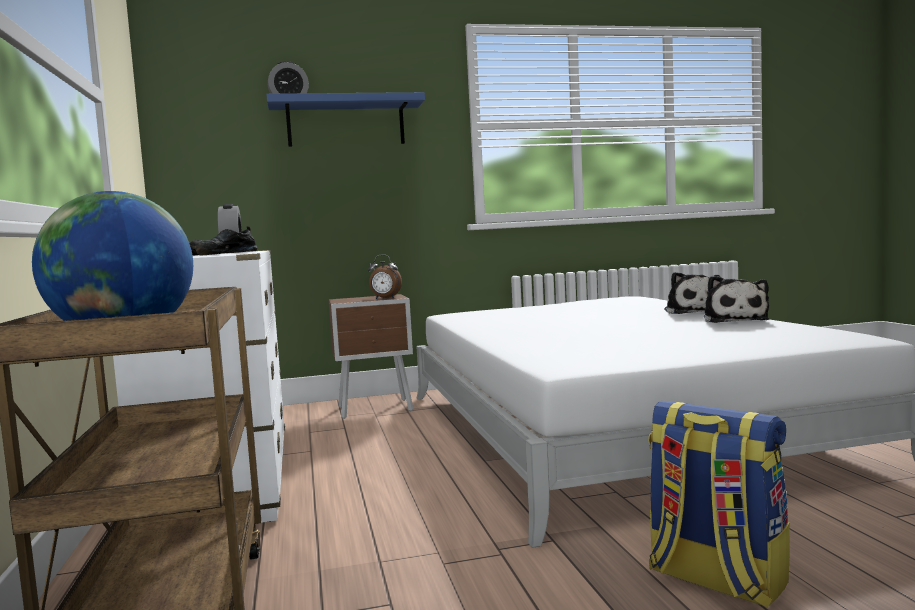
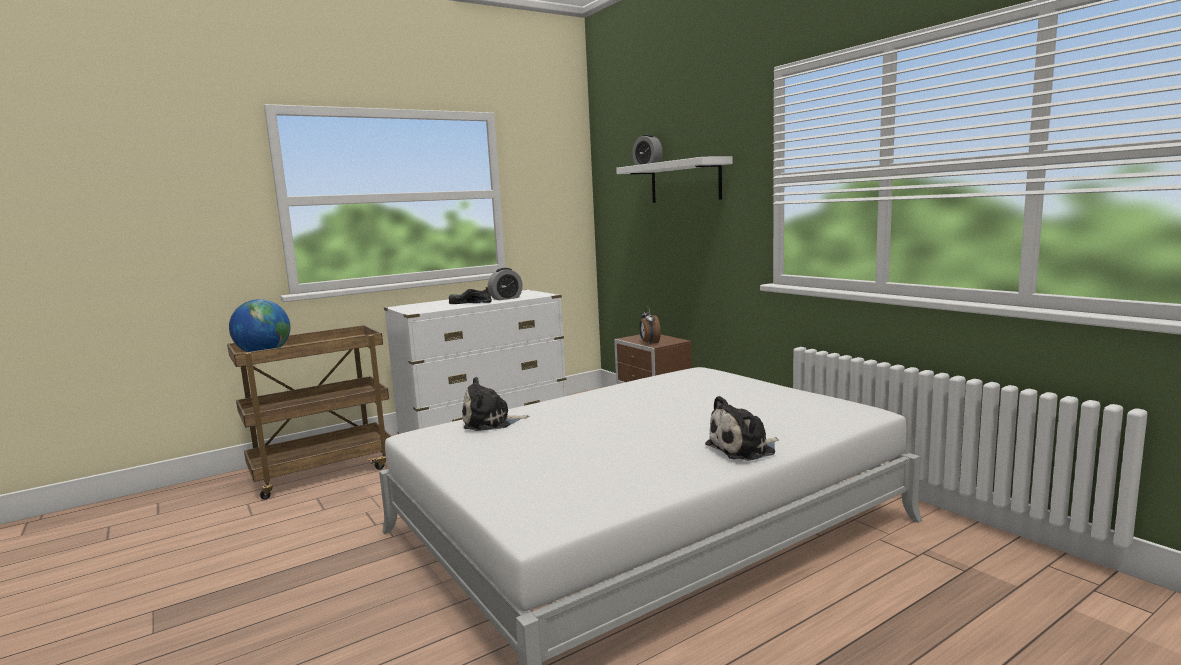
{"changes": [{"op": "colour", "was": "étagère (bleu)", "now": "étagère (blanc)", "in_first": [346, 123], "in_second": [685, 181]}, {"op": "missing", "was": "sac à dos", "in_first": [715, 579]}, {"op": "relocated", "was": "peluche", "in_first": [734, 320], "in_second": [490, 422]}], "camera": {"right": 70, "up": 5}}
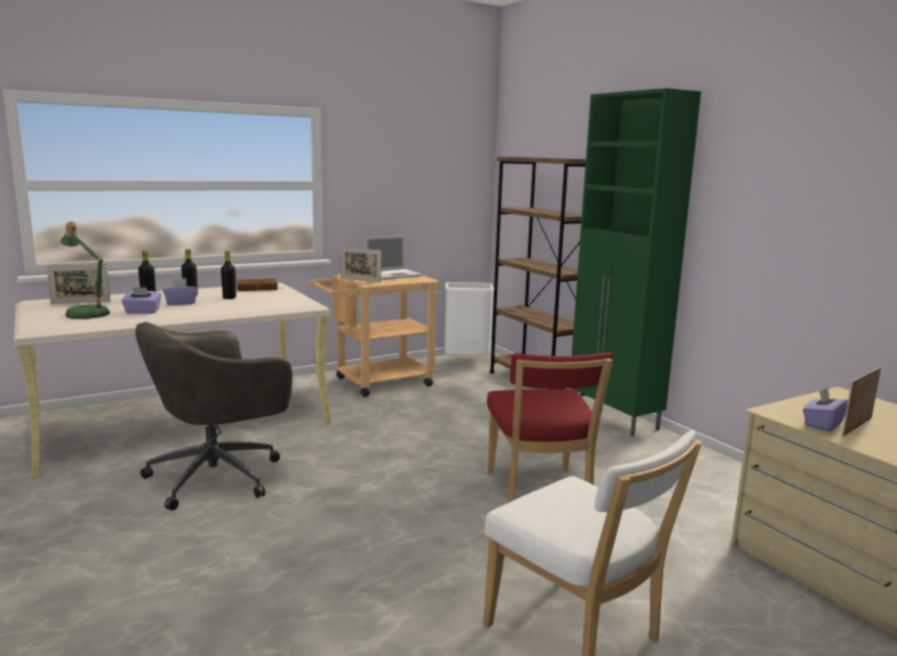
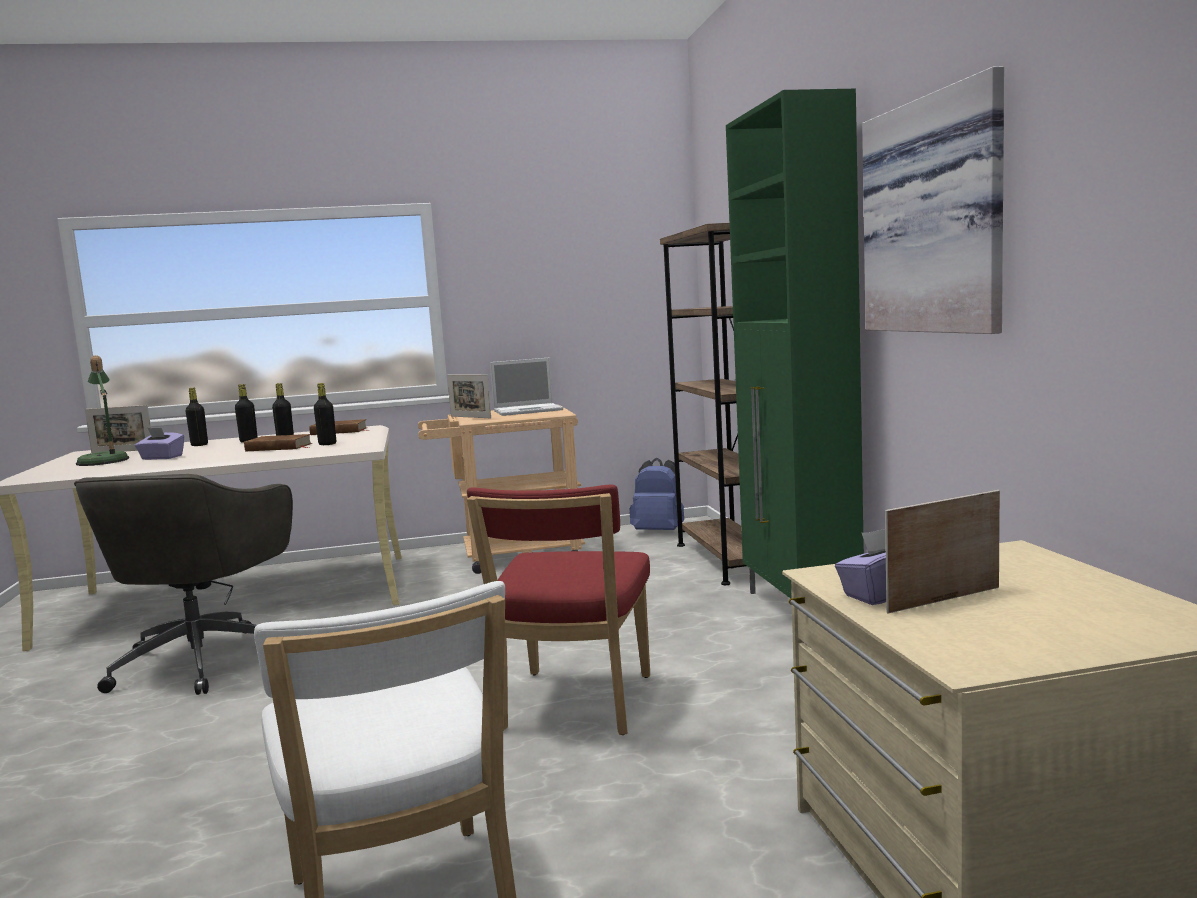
{"changes": [{"op": "spun", "was": "chaise de bureau (gris)", "in_first": [219, 476], "in_second": [203, 660], "clockwise": -60}, {"op": "missing", "was": "boîte à mouchoirs (violet)", "in_first": [180, 303]}, {"op": "exchanged", "was": "poubelle (blanc)", "now": "sac à dos (bleu)", "in_first": [466, 361], "in_second": [659, 532]}, {"op": "appeared", "now": "livre (marron)", "in_second": [279, 447]}, {"op": "appeared", "now": "bouteille (noir)", "in_second": [327, 444]}, {"op": "appeared", "now": "tableau", "in_second": [937, 216]}], "camera": {"right": 20, "up": -5}}
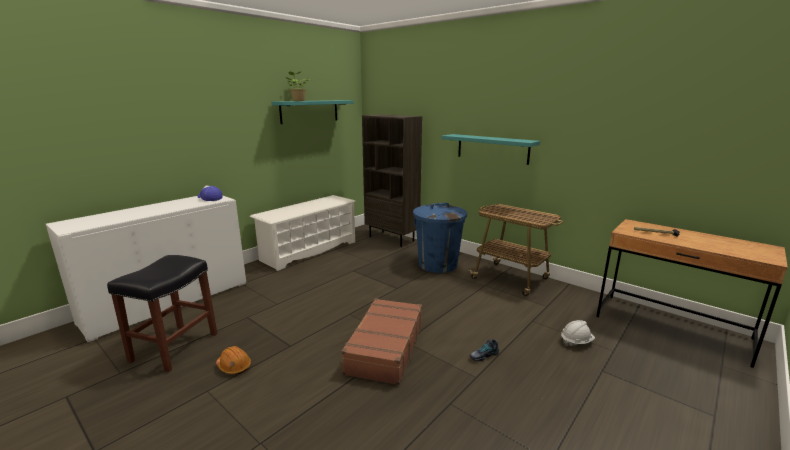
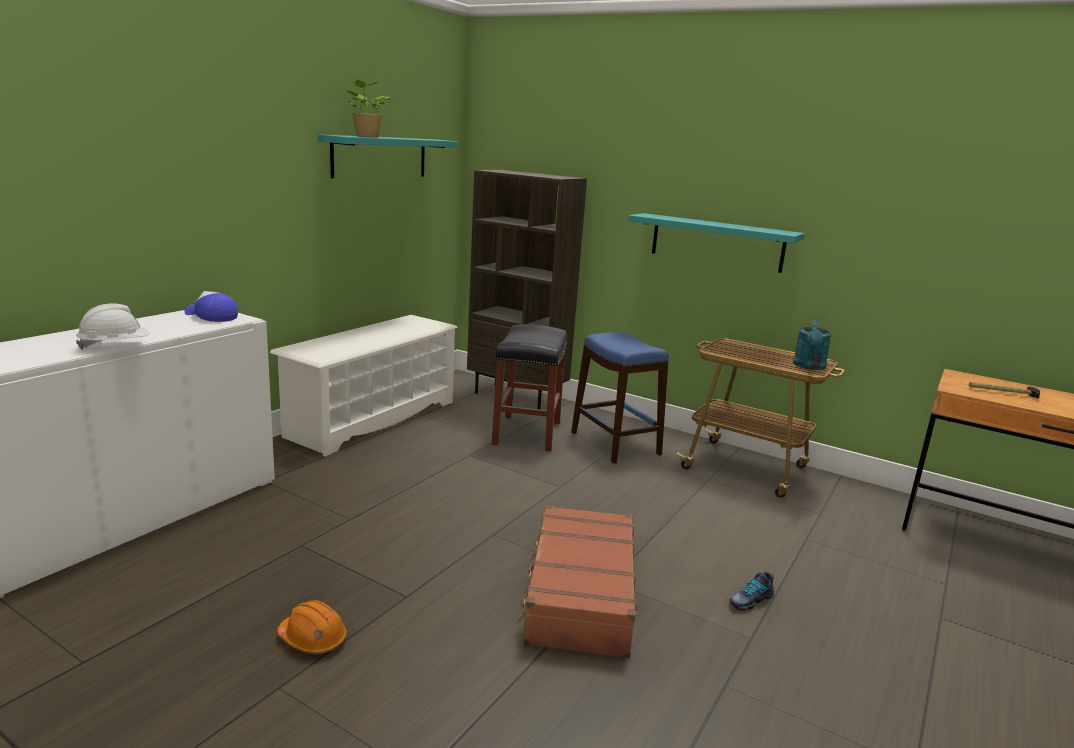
{"changes": [{"op": "relocated", "was": "tabouret (noir)", "in_first": [174, 348], "in_second": [527, 433]}, {"op": "exchanged", "was": "poubelle (bleu)", "now": "tabouret (bleu)", "in_first": [437, 264], "in_second": [615, 443]}, {"op": "relocated", "was": "casque de chantier (blanc)", "in_first": [576, 341], "in_second": [115, 346]}, {"op": "appeared", "now": "arrosoir (turquoise)", "in_second": [809, 366]}], "camera": {"right": -10, "up": 0}}
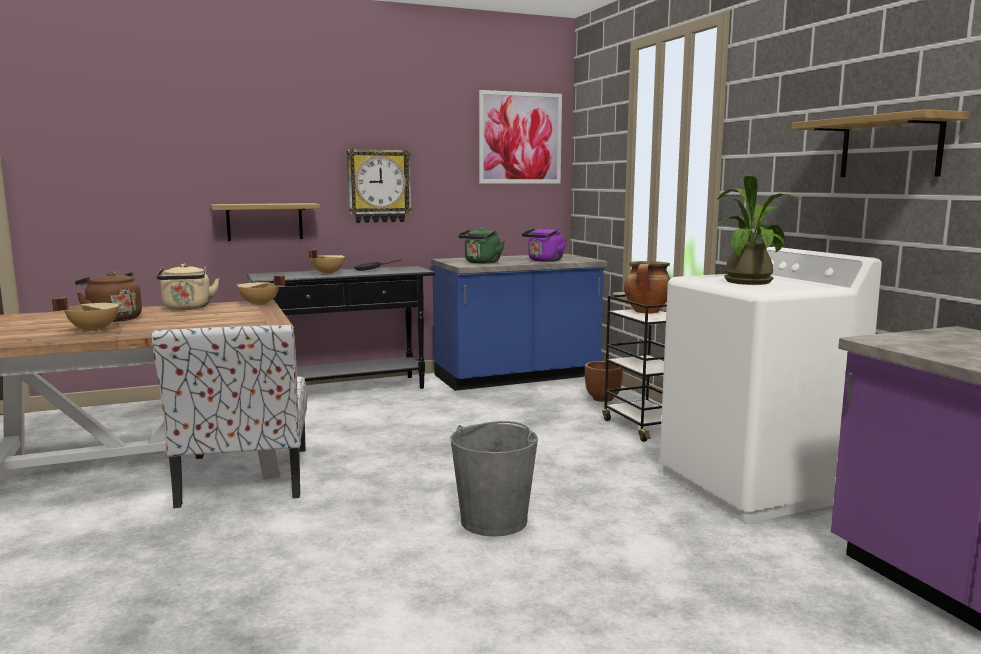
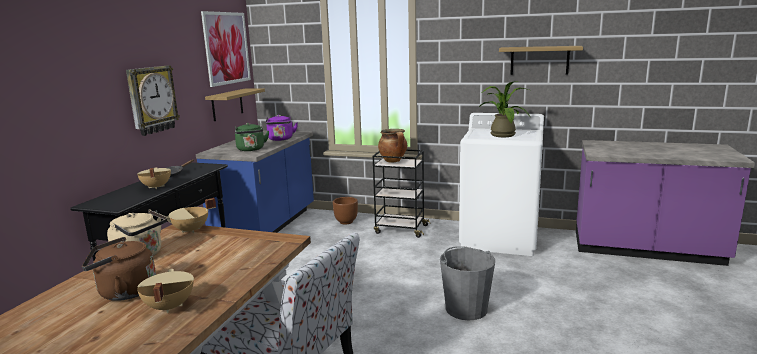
{"changes": [{"op": "relocated", "was": "étagère", "in_first": [264, 221], "in_second": [227, 104]}], "camera": {"right": -50, "up": 5}}
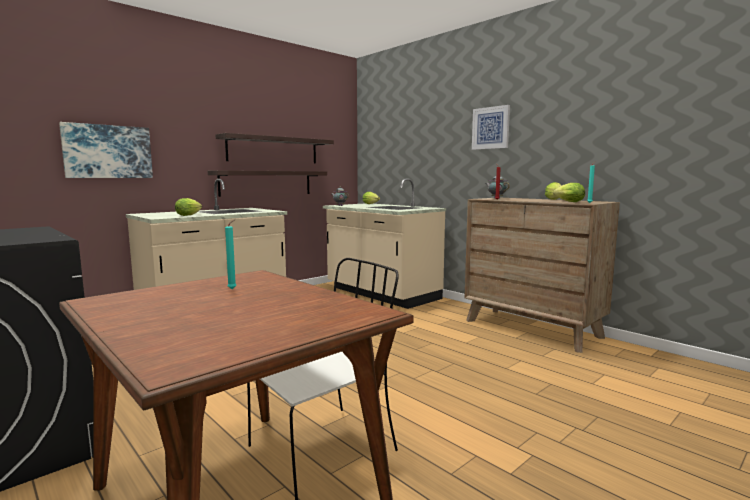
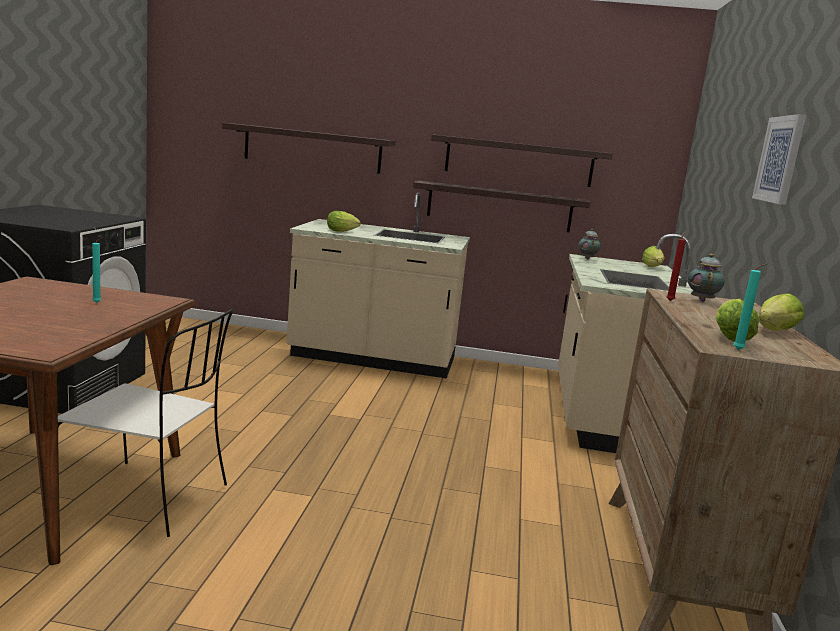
{"changes": [{"op": "exchanged", "was": "tableau", "now": "étagère", "in_first": [108, 151], "in_second": [312, 149]}], "camera": {"right": 50, "up": 5}}
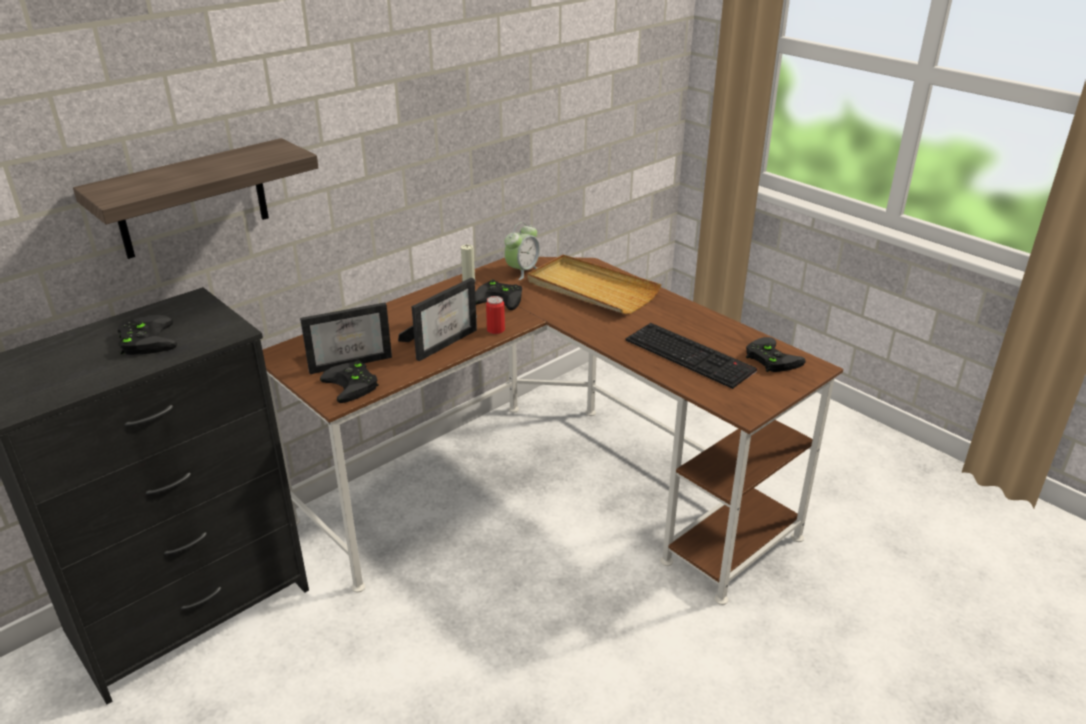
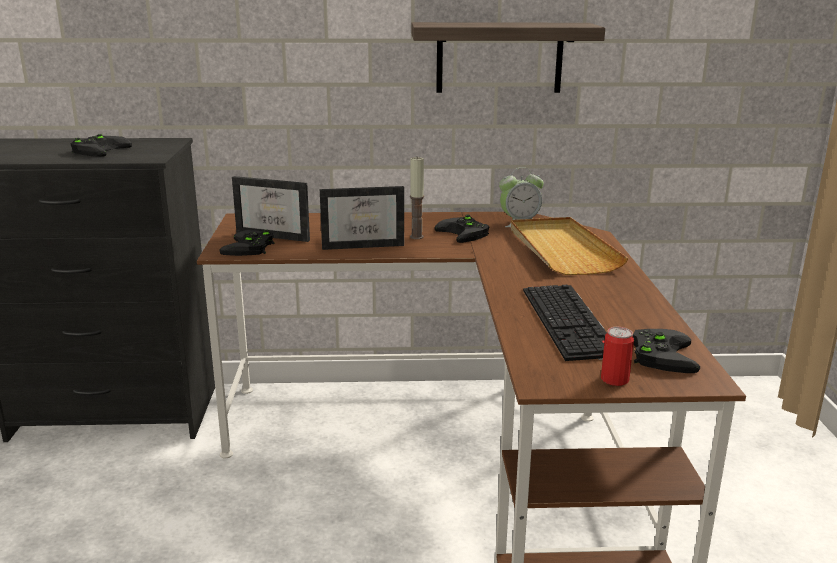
{"changes": [{"op": "relocated", "was": "étagère", "in_first": [192, 199], "in_second": [499, 57]}, {"op": "relocated", "was": "boîte métallique", "in_first": [495, 330], "in_second": [614, 379]}], "camera": {"right": 40, "up": -10}}
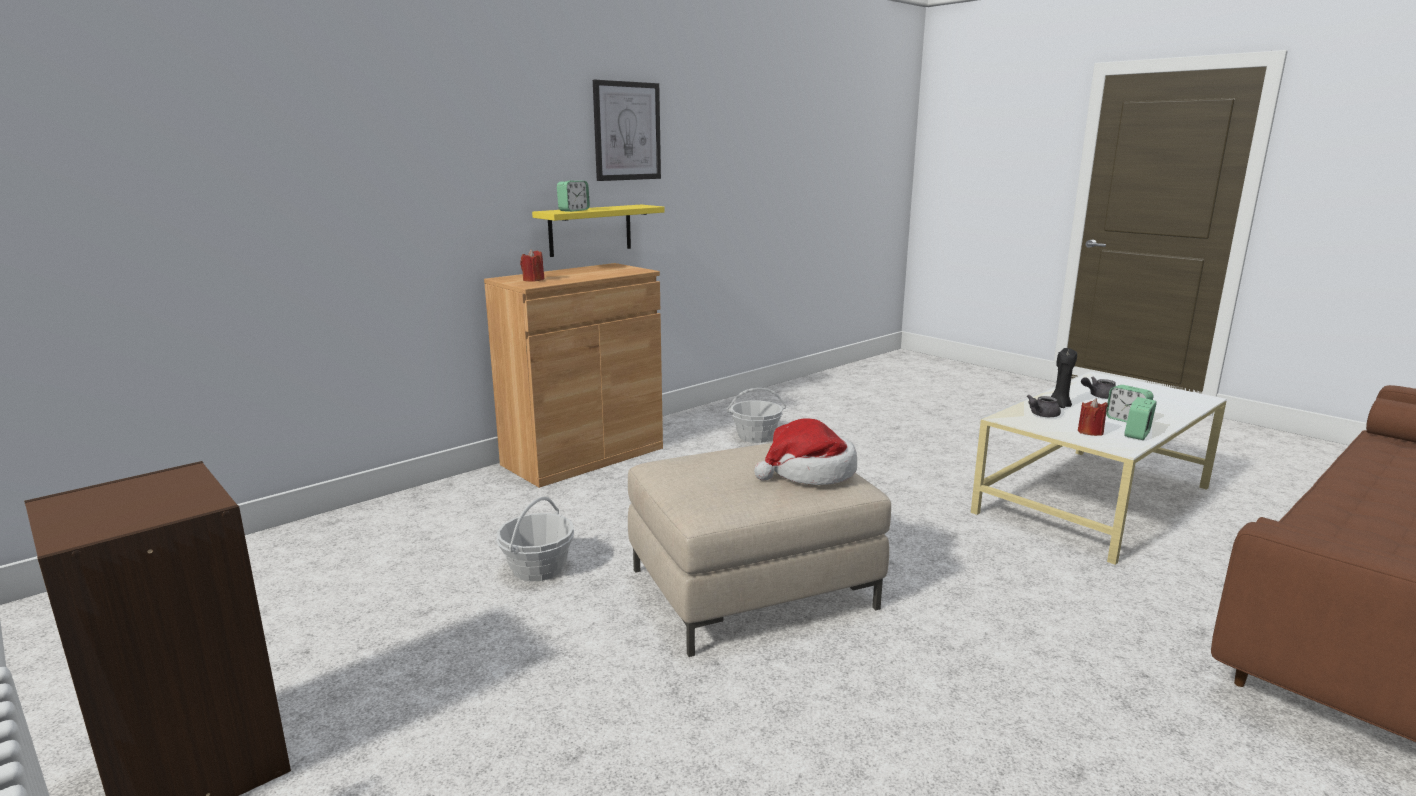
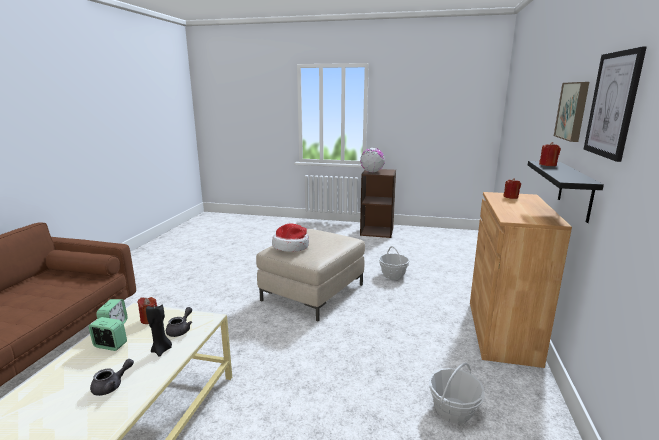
{"changes": [{"op": "colour", "was": "étagère (jaune)", "now": "étagère (noir)", "in_first": [590, 230], "in_second": [575, 191]}, {"op": "exchanged", "was": "réveil", "now": "bougie (rouge)", "in_first": [574, 210], "in_second": [548, 165]}, {"op": "appeared", "now": "globe", "in_second": [372, 172]}, {"op": "appeared", "now": "tableau", "in_second": [573, 111]}], "camera": {"right": 145, "up": 0}}
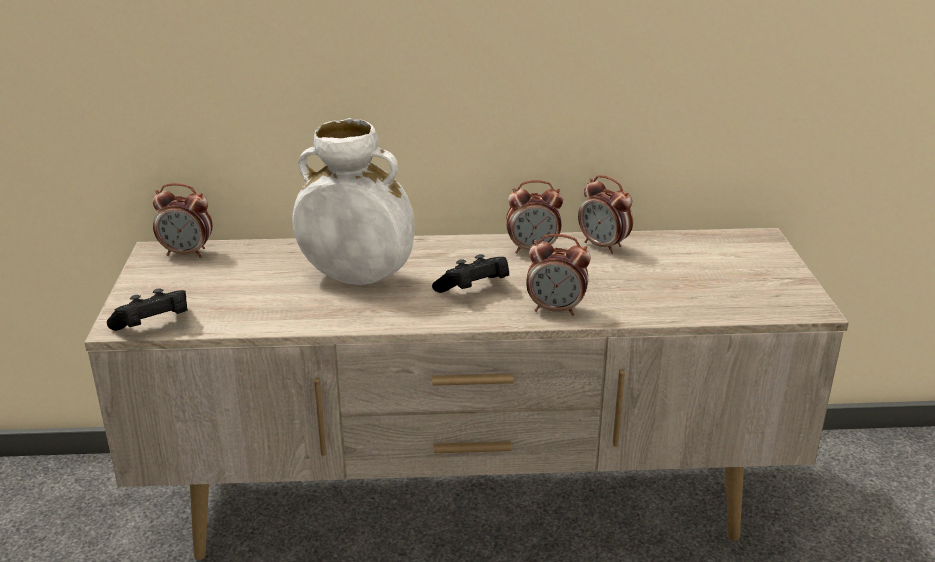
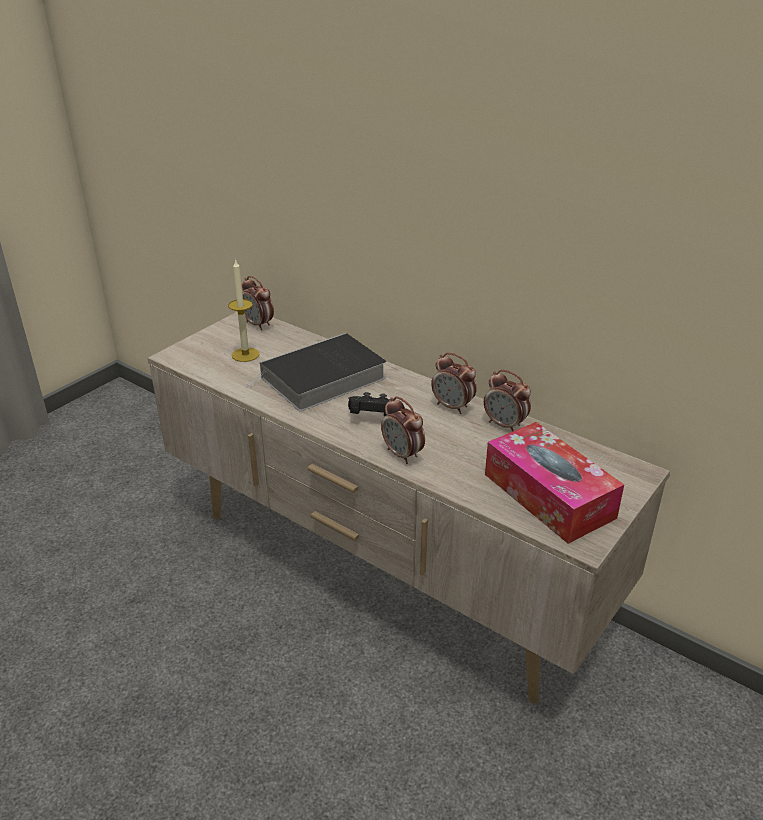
{"changes": [{"op": "missing", "was": "manette (noir)", "in_first": [154, 326]}, {"op": "exchanged", "was": "vase (blanc)", "now": "livre", "in_first": [358, 278], "in_second": [321, 379]}, {"op": "spun", "was": "réveil", "in_first": [603, 246], "in_second": [505, 425], "clockwise": -45}, {"op": "appeared", "now": "bougie", "in_second": [245, 354]}, {"op": "appeared", "now": "boîte à mouchoirs", "in_second": [548, 495]}], "camera": {"right": 40, "up": 5}}
